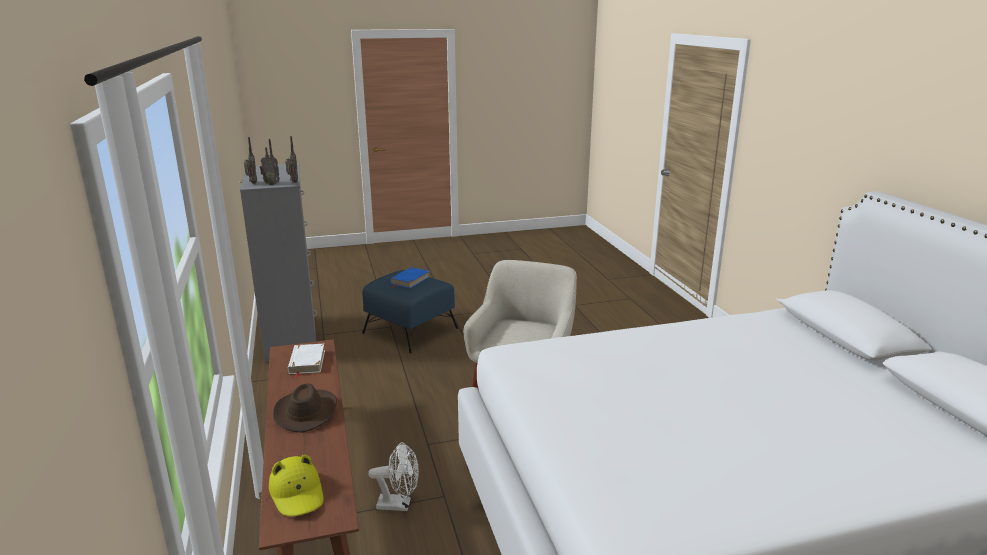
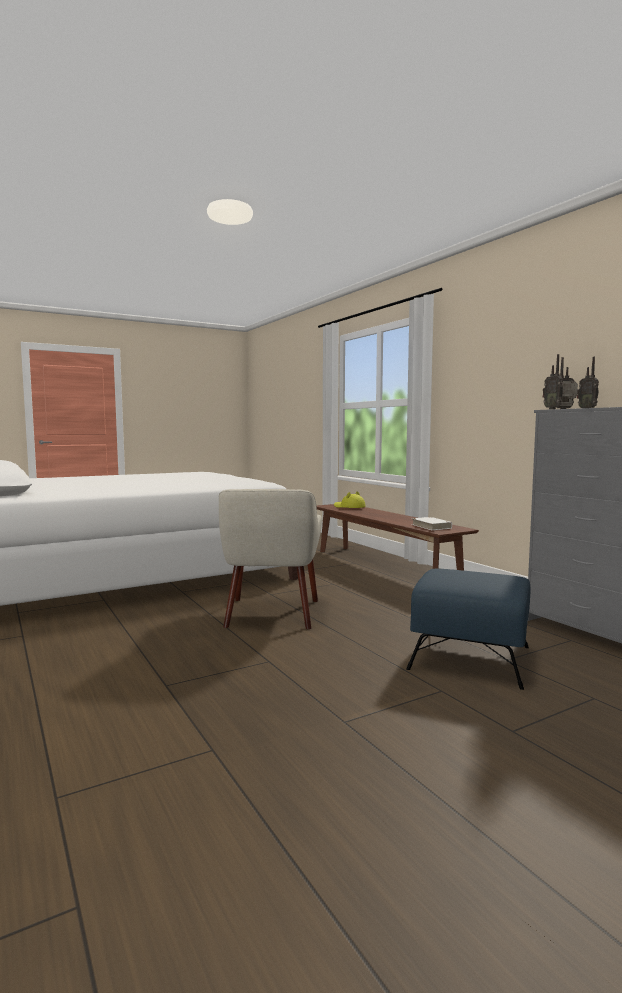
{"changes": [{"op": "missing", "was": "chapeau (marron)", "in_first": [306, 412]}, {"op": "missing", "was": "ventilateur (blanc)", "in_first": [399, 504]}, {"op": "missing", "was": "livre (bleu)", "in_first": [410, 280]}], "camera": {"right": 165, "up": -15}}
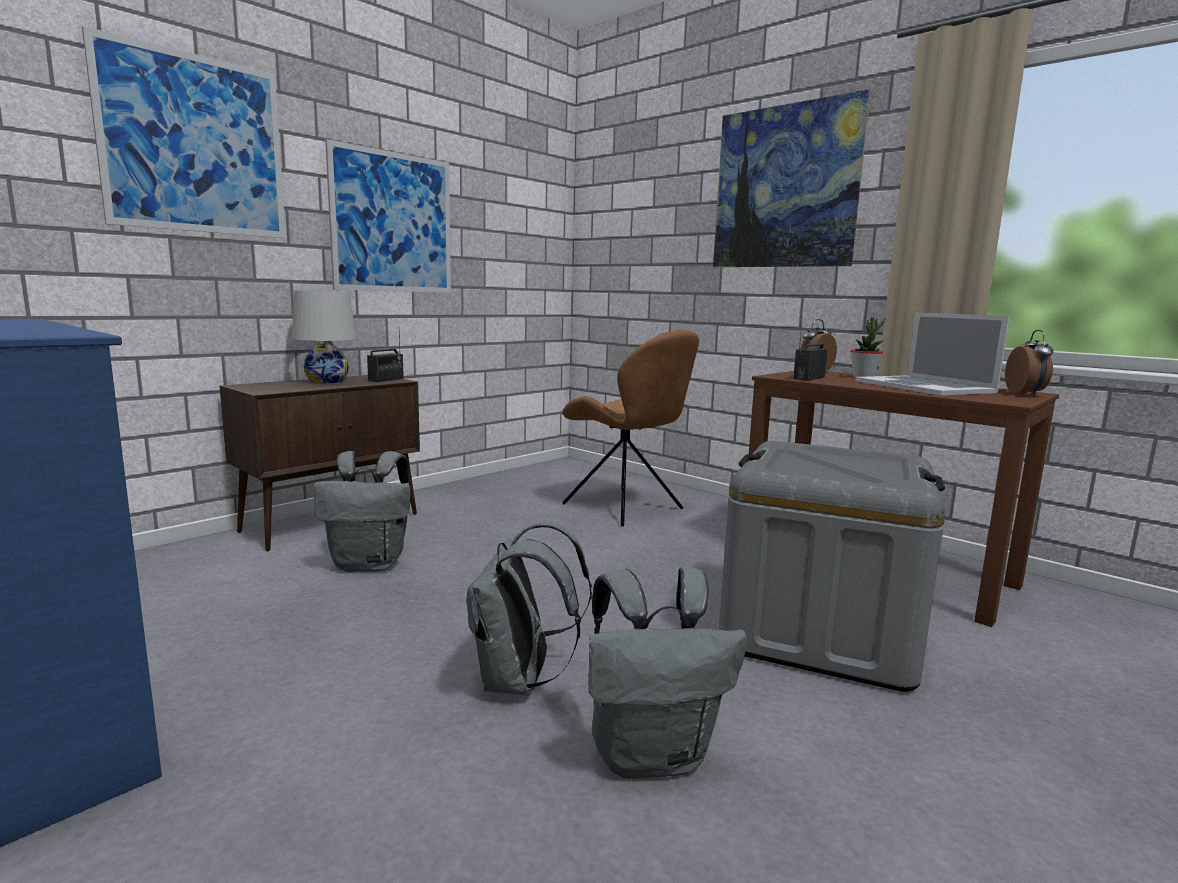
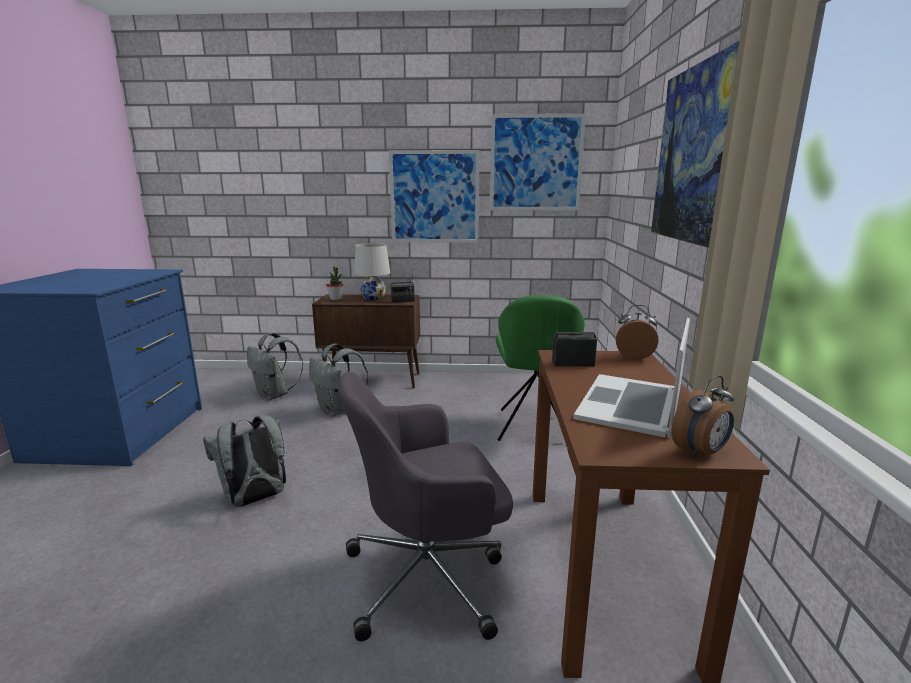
{"changes": [{"op": "relocated", "was": "tableau", "in_first": [194, 144], "in_second": [536, 163]}, {"op": "colour", "was": "chaise (marron)", "now": "chaise (vert)", "in_first": [625, 508], "in_second": [534, 428]}, {"op": "relocated", "was": "sac à dos (gris)", "in_first": [651, 755], "in_second": [275, 395]}, {"op": "exchanged", "was": "boîte de rangement (gris)", "now": "chaise de bureau (gris)", "in_first": [819, 631], "in_second": [429, 577]}, {"op": "relocated", "was": "plante en pot", "in_first": [863, 377], "in_second": [336, 299]}], "camera": {"right": 50, "up": 5}}
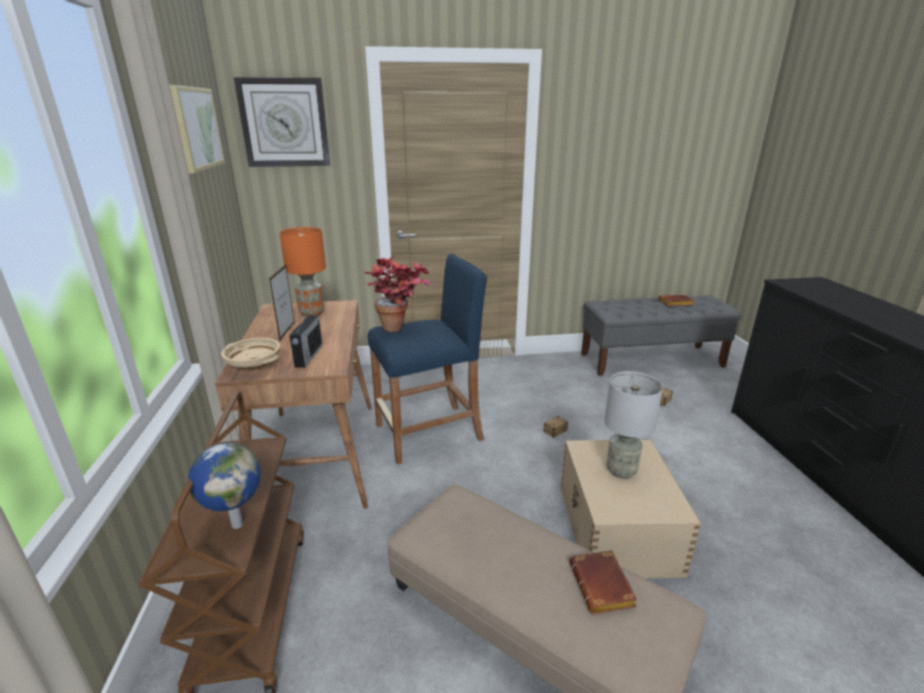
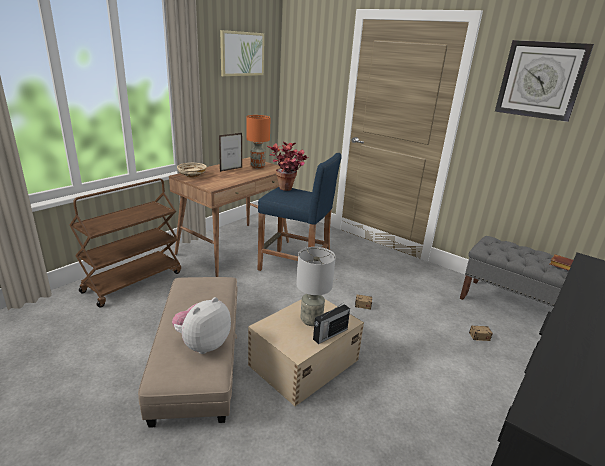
{"changes": [{"op": "missing", "was": "globe", "in_first": [237, 524]}, {"op": "relocated", "was": "horloge murale", "in_first": [284, 123], "in_second": [540, 80]}, {"op": "relocated", "was": "radio", "in_first": [308, 356], "in_second": [329, 334]}, {"op": "exchanged", "was": "livre (marron)", "now": "peluche", "in_first": [603, 587], "in_second": [202, 344]}], "camera": {"right": 45, "up": 0}}
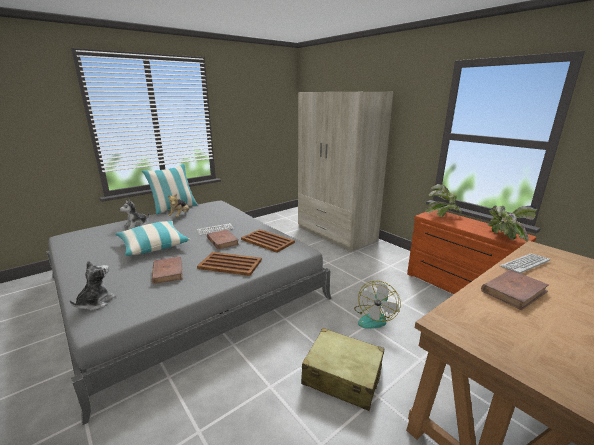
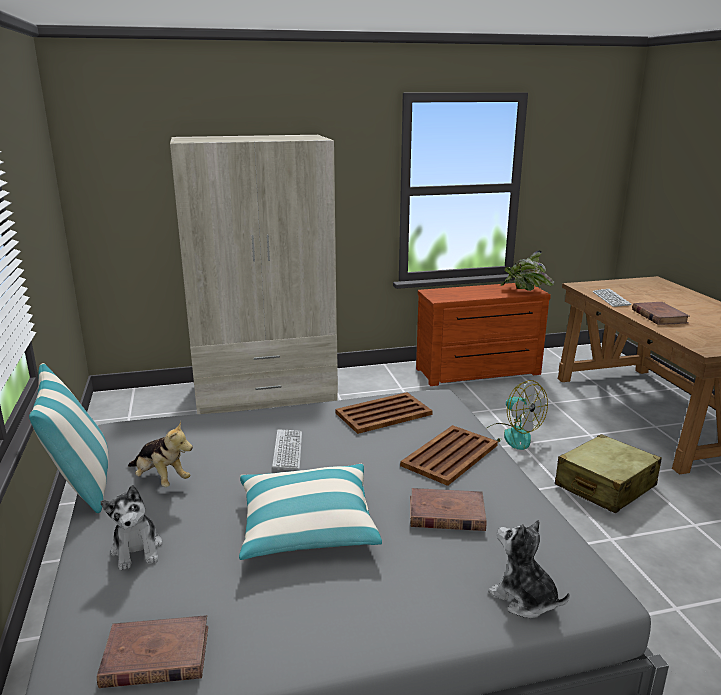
{"changes": [{"op": "relocated", "was": "livre (marron)", "in_first": [222, 241], "in_second": [155, 656]}, {"op": "missing", "was": "plante en pot", "in_first": [442, 215]}], "camera": {"right": -65, "up": 0}}
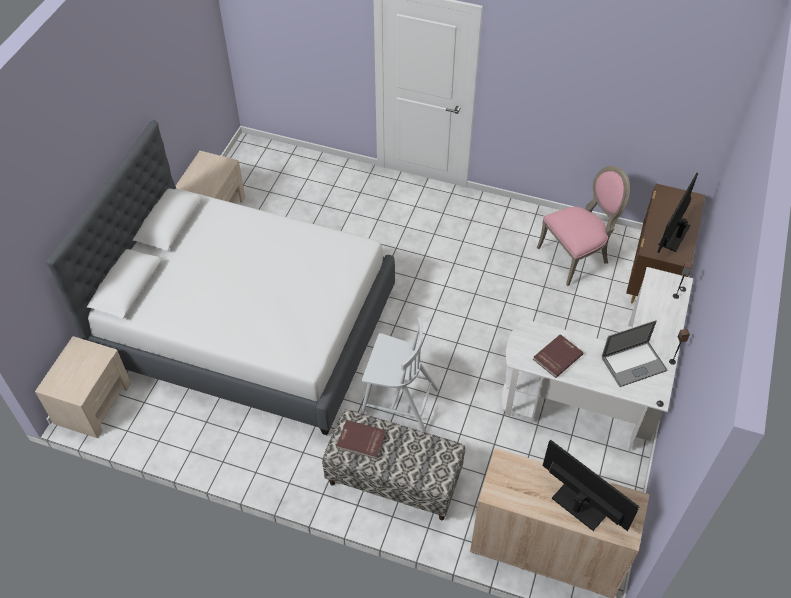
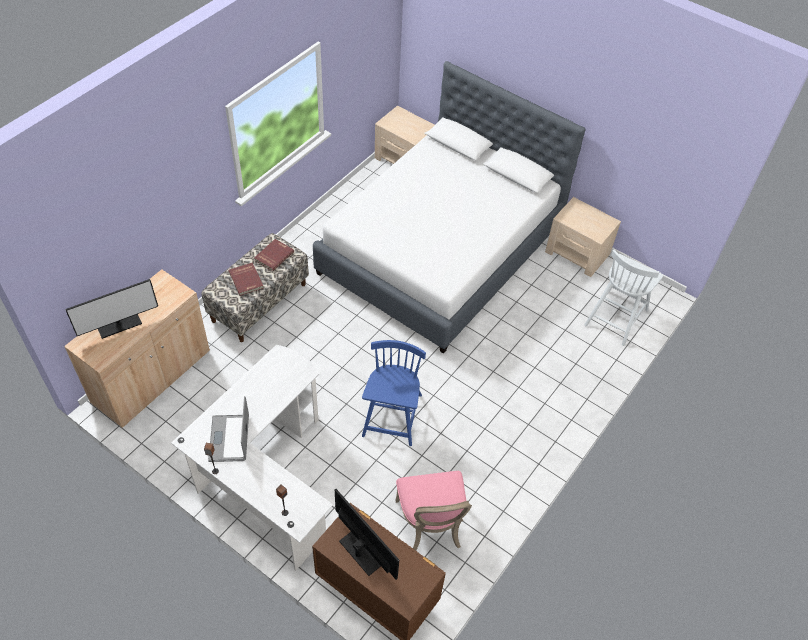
{"changes": [{"op": "relocated", "was": "chaise (blanc)", "in_first": [398, 402], "in_second": [616, 316]}, {"op": "relocated", "was": "livre (rouge)", "in_first": [557, 356], "in_second": [247, 280]}, {"op": "appeared", "now": "chaise (bleu)", "in_second": [392, 417]}], "camera": {"right": 105, "up": 0}}
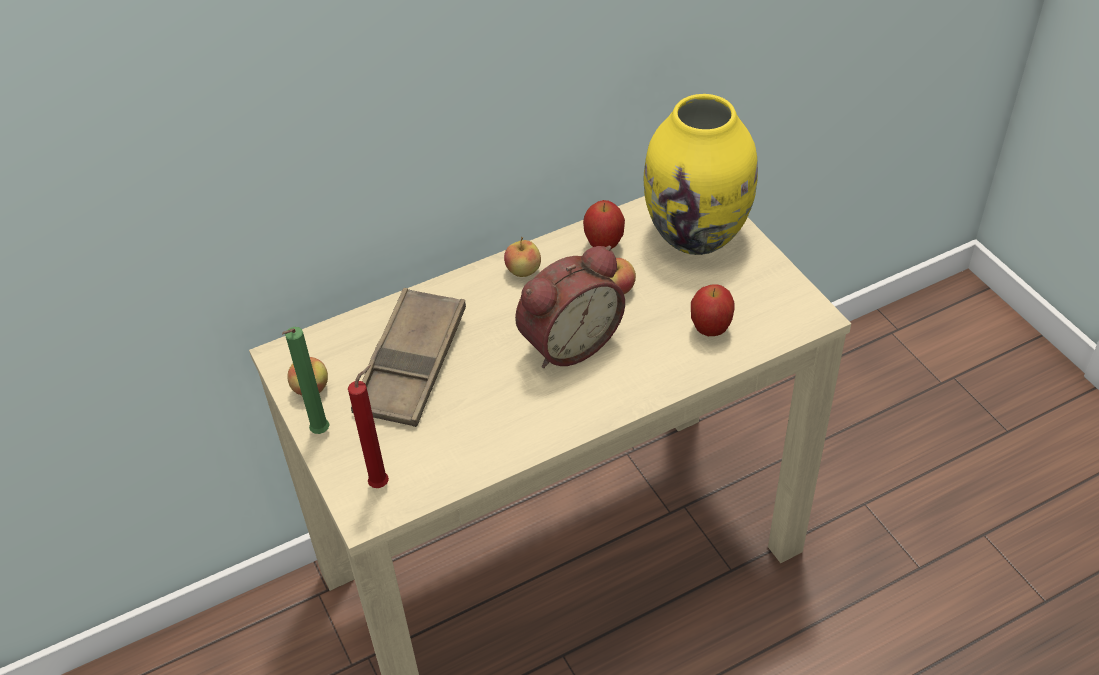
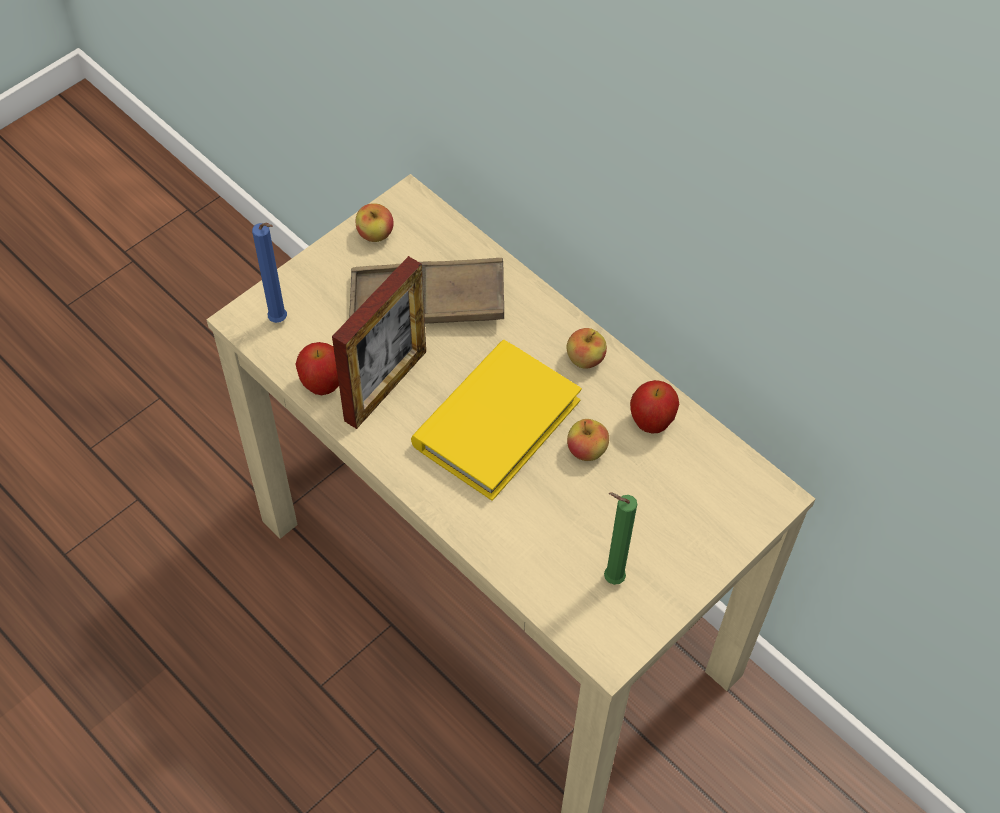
{"changes": [{"op": "relocated", "was": "bougie (vert)", "in_first": [319, 434], "in_second": [610, 578]}, {"op": "colour", "was": "bougie (rouge)", "now": "bougie (bleu)", "in_first": [382, 483], "in_second": [280, 321]}, {"op": "exchanged", "was": "réveil", "now": "livre (jaune)", "in_first": [567, 341], "in_second": [496, 423]}, {"op": "missing", "was": "vase (jaune)", "in_first": [697, 234]}, {"op": "relocated", "was": "pomme", "in_first": [710, 330], "in_second": [323, 385]}, {"op": "appeared", "now": "cadre photo", "in_second": [385, 386]}], "camera": {"right": 70, "up": 10}}
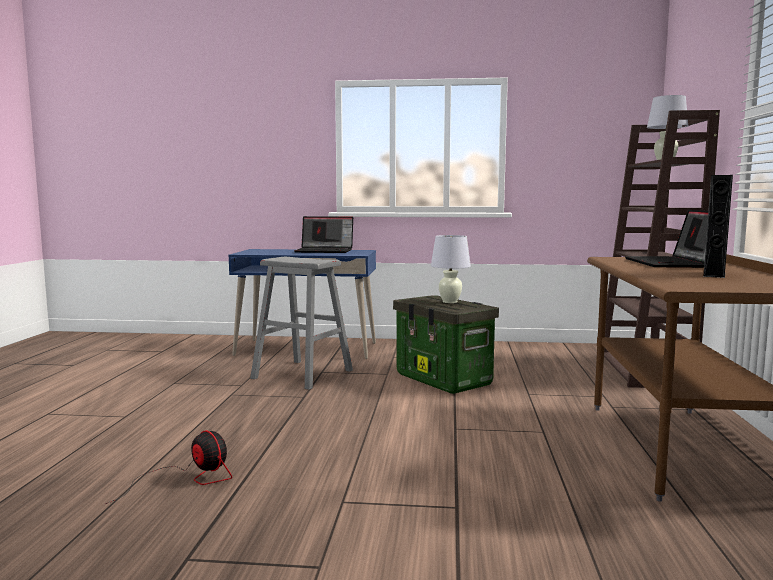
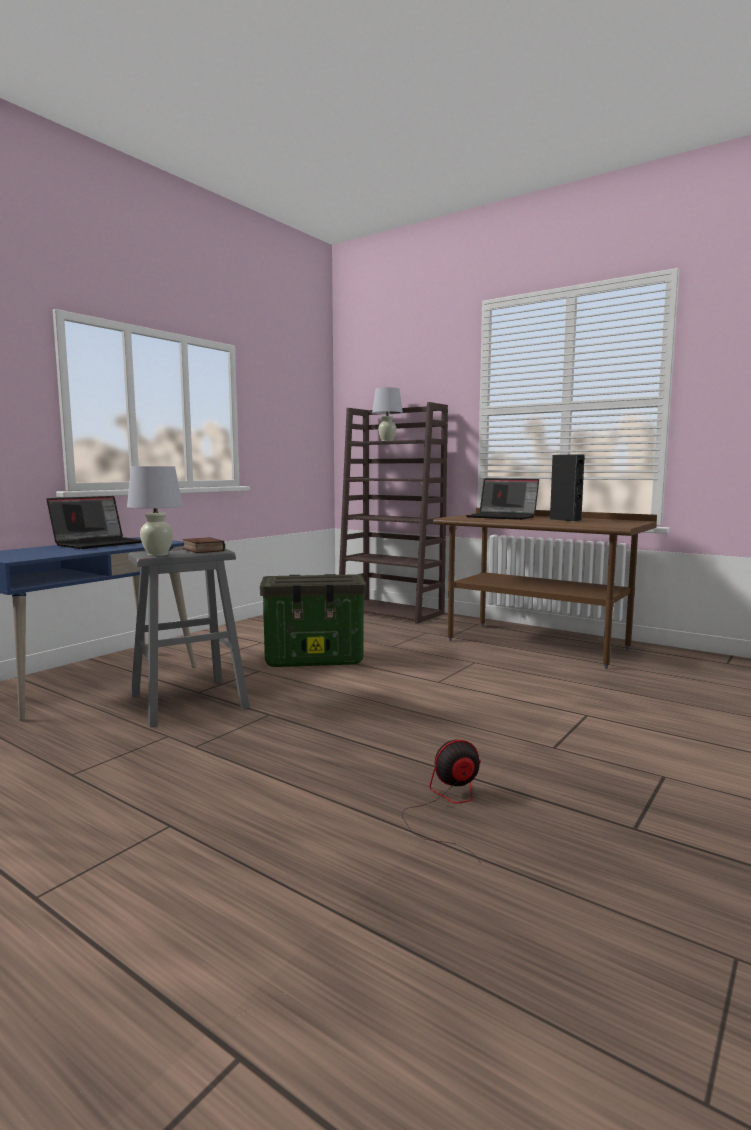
{"changes": [{"op": "relocated", "was": "lampe de table (blanc)", "in_first": [450, 302], "in_second": [158, 554]}, {"op": "appeared", "now": "livre", "in_second": [202, 550]}], "camera": {"right": -60, "up": 0}}
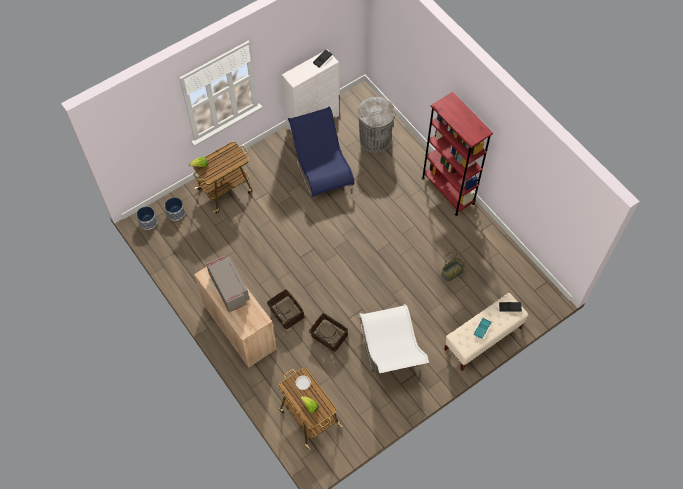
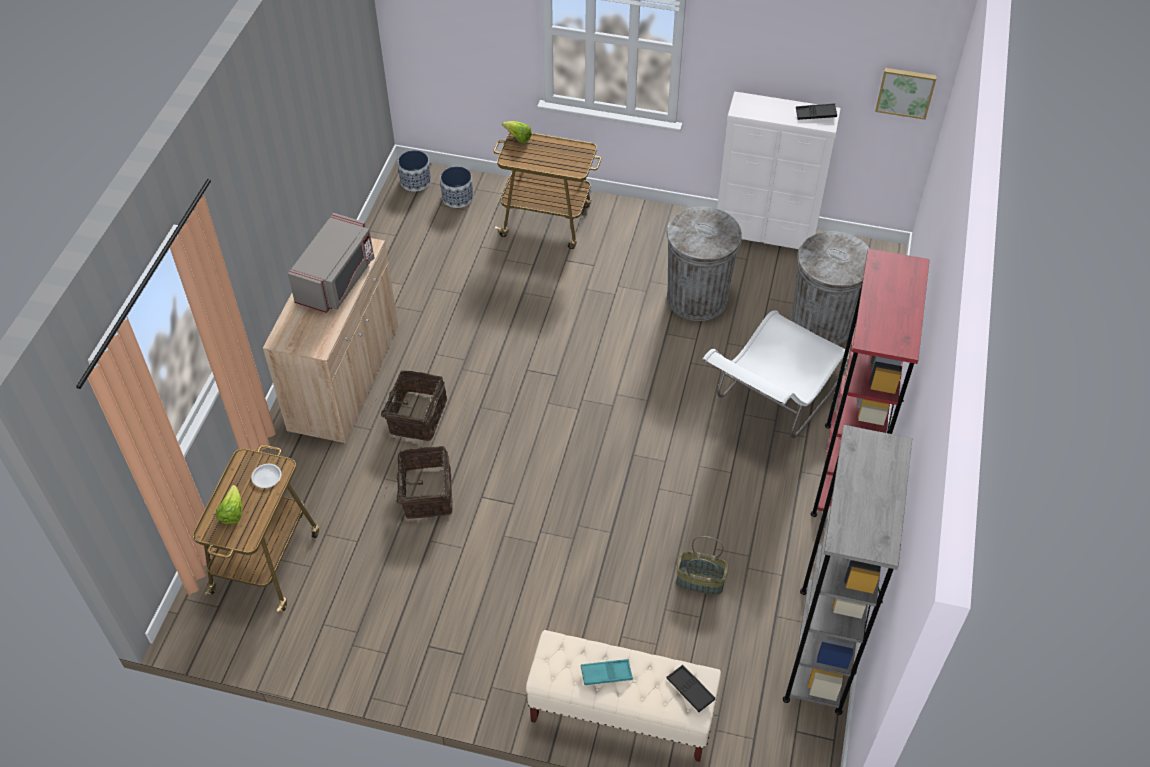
{"changes": [{"op": "exchanged", "was": "chaise (bleu)", "now": "poubelle (gris)", "in_first": [321, 170], "in_second": [697, 298]}, {"op": "relocated", "was": "chaise (blanc)", "in_first": [391, 352], "in_second": [771, 401]}, {"op": "appeared", "now": "bibliothèque (gris)", "in_second": [820, 649]}, {"op": "appeared", "now": "tableau", "in_second": [905, 92]}], "camera": {"right": 50, "up": -10}}
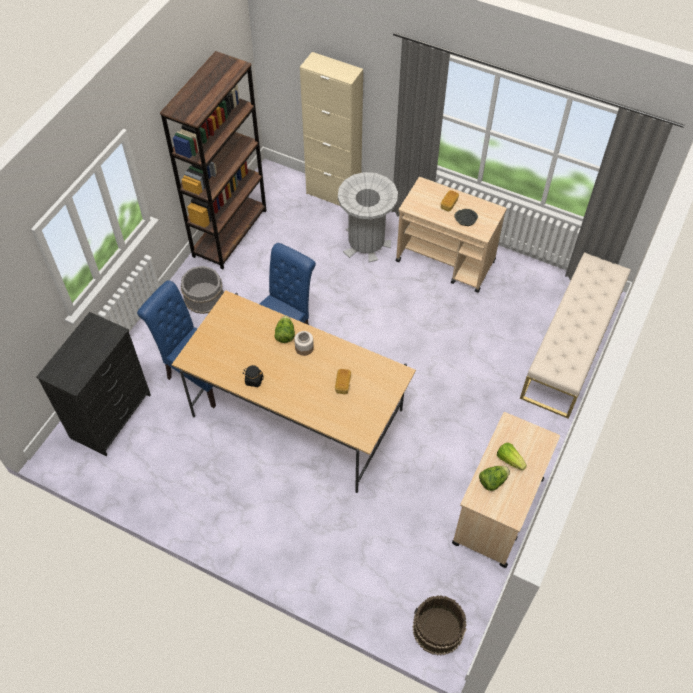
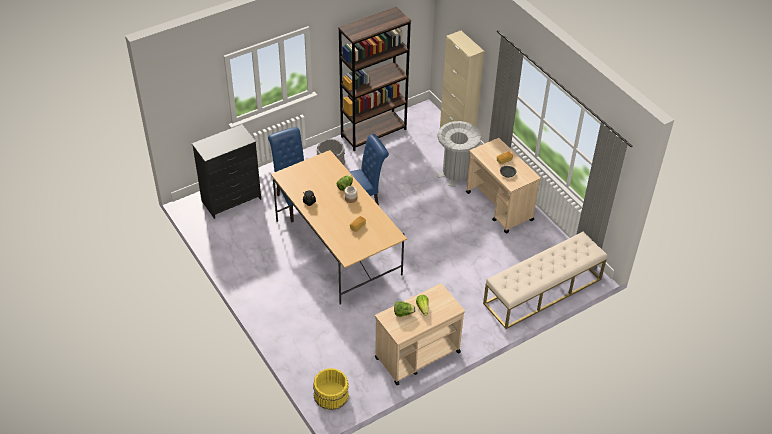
{"changes": [{"op": "colour", "was": "seau (marron)", "now": "seau (jaune)", "in_first": [437, 630], "in_second": [330, 395]}], "camera": {"right": 30, "up": -10}}
